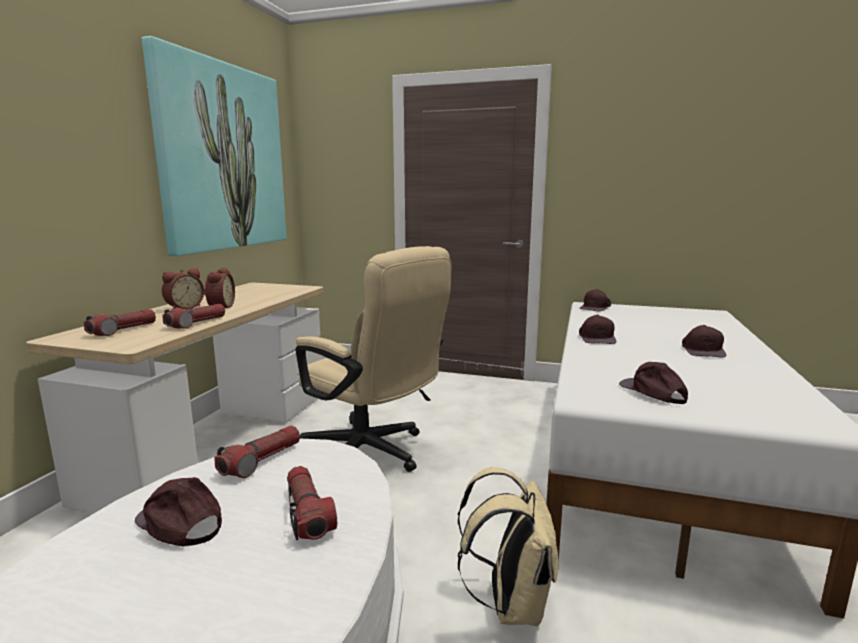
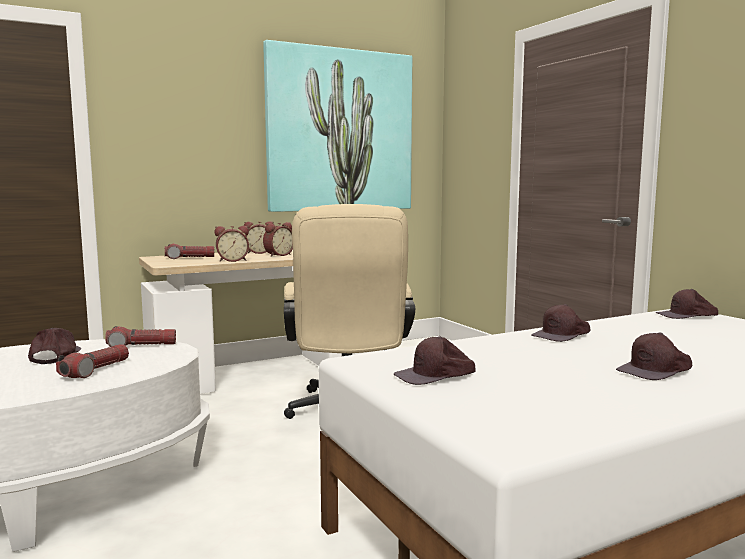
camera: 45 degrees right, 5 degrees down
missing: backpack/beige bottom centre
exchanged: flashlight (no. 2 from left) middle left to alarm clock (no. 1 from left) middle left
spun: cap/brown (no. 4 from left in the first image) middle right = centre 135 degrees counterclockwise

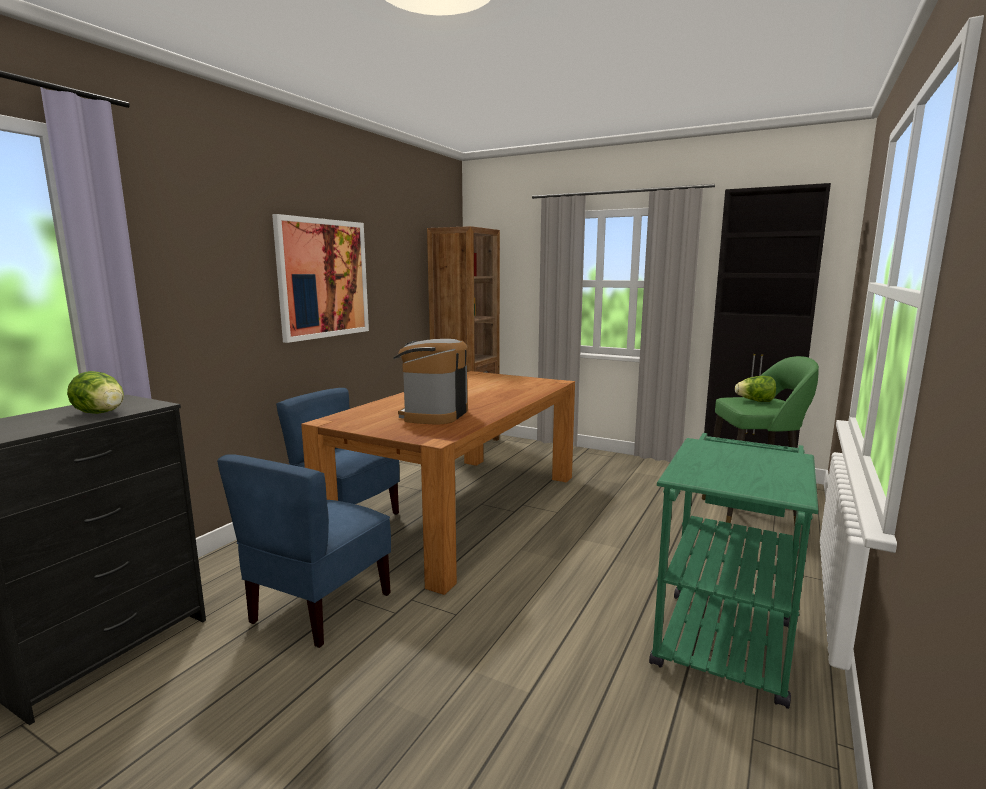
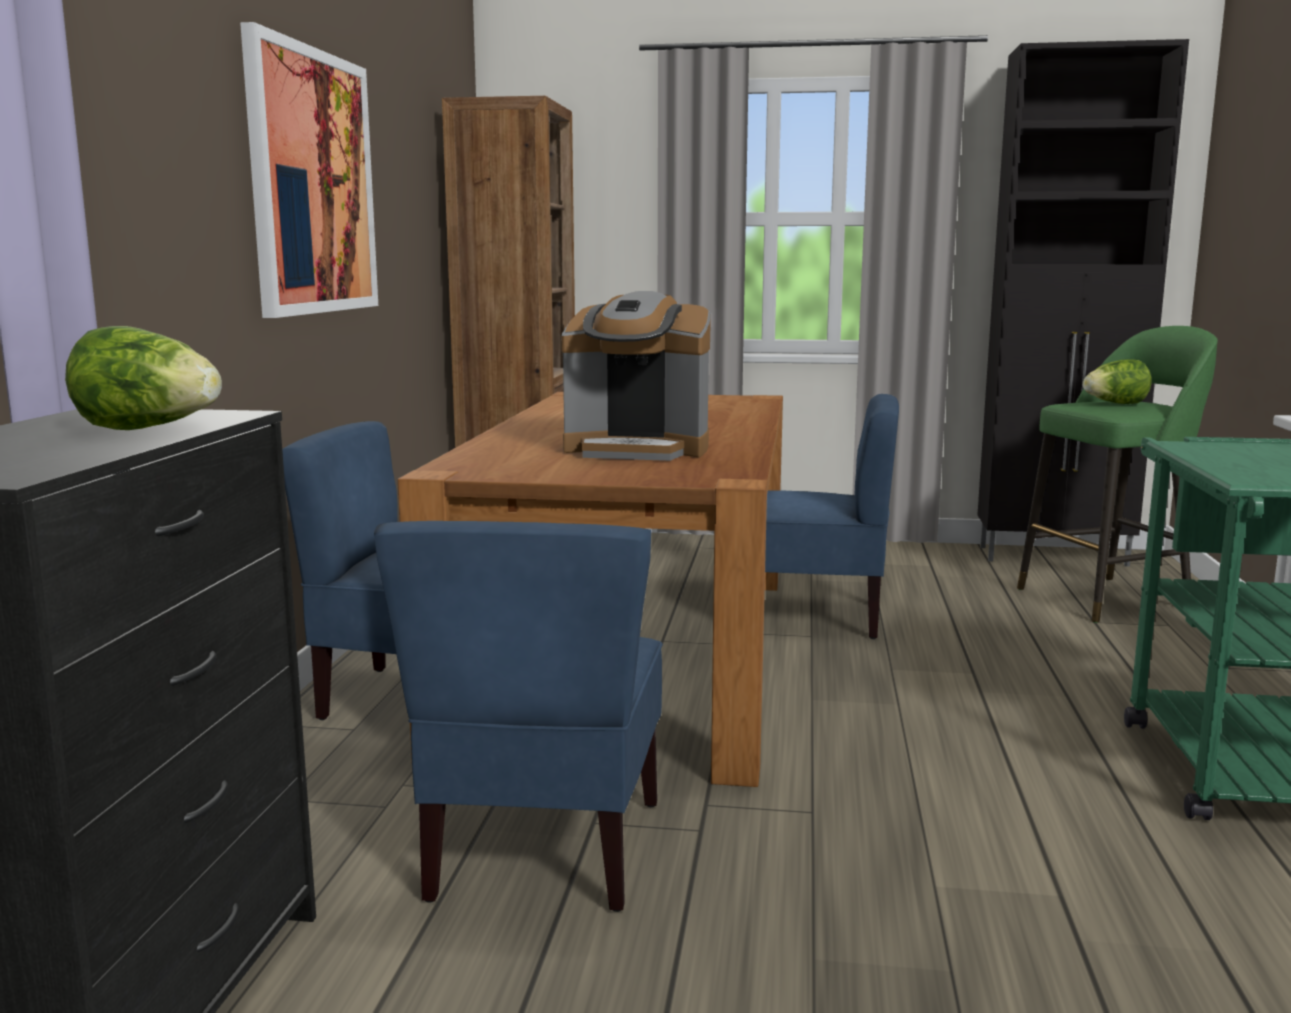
camera: 20 degrees left, 0 degrees up
appeared: chair/blue (no. 3 from left) centre
spun: coffee machine centre = centre 75 degrees counterclockwise

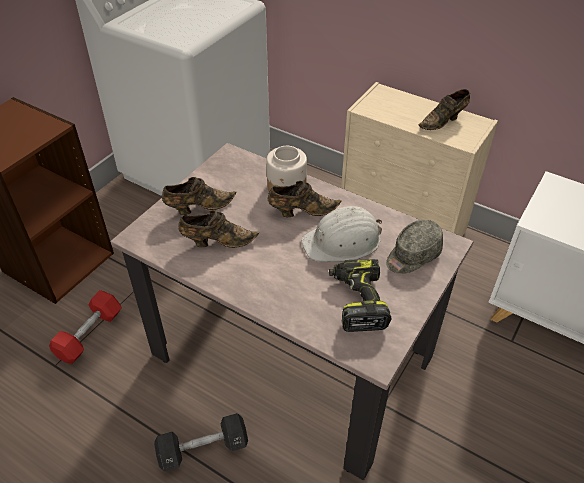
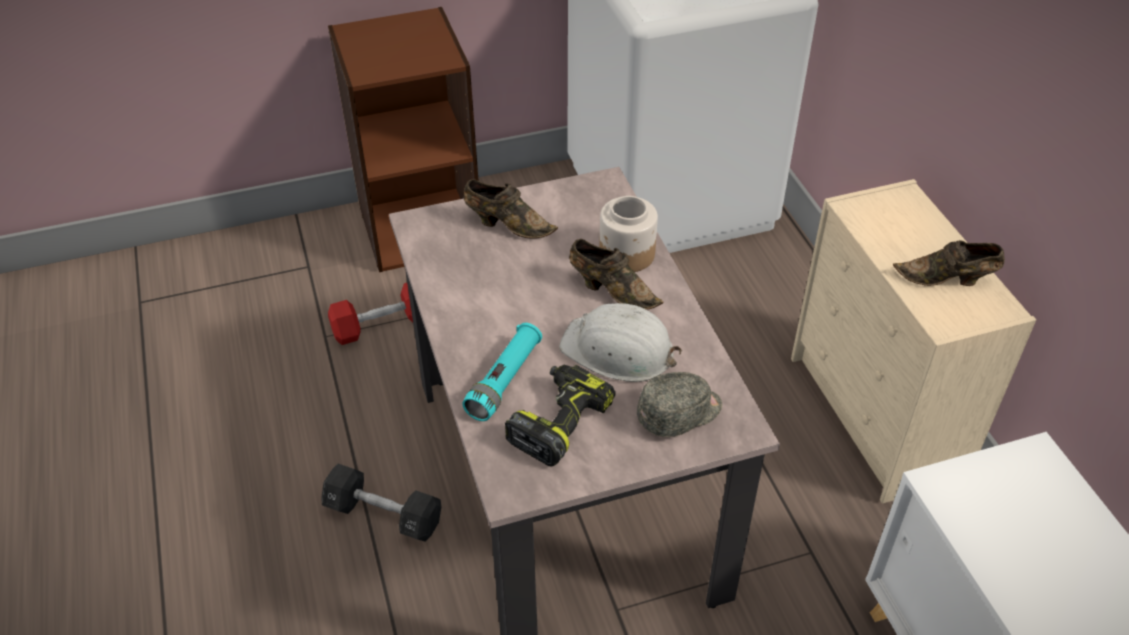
camera: 40 degrees right, 0 degrees up
missing: shoe/brown (no. 2 from left) centre
appeared: flashlight/turquoise centre
spun: cap/grey middle right = centre 150 degrees clockwise

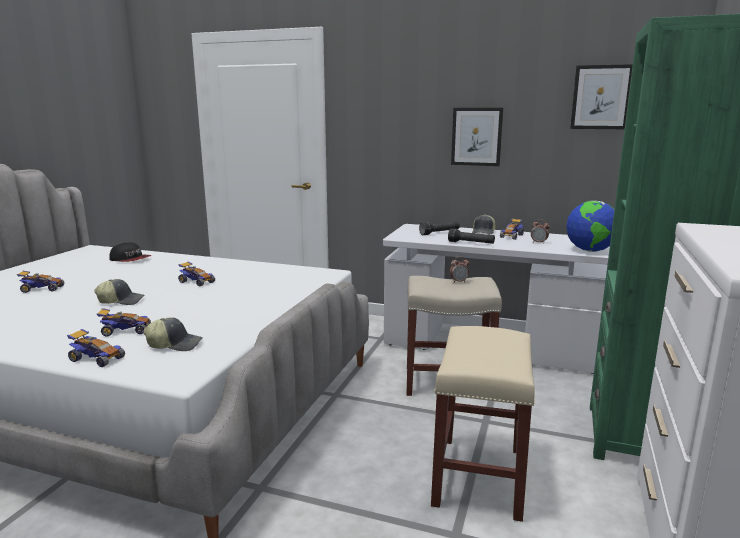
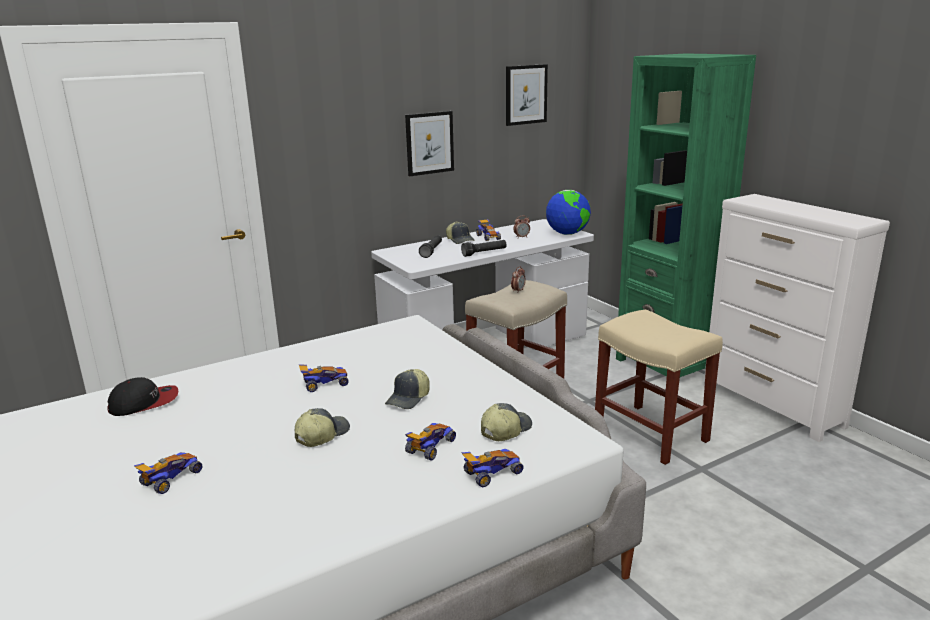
camera: 50 degrees left, 5 degrees up
appeared: cap (no. 3 from left) centre

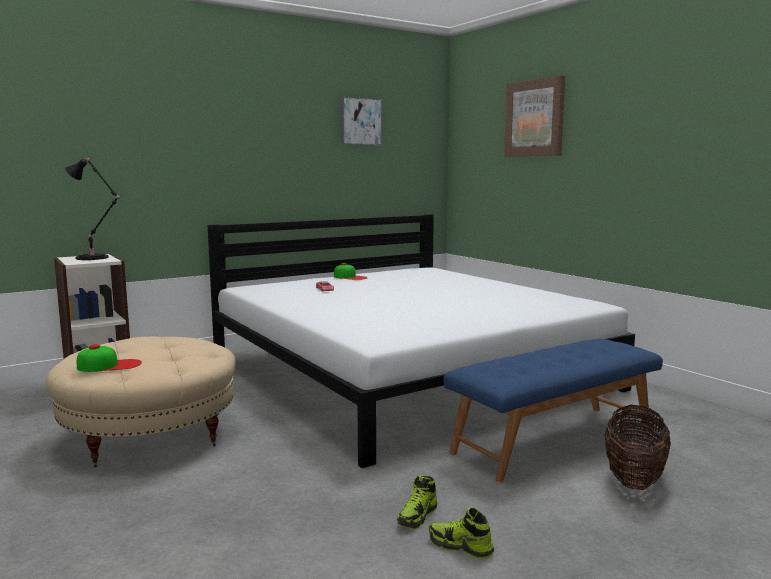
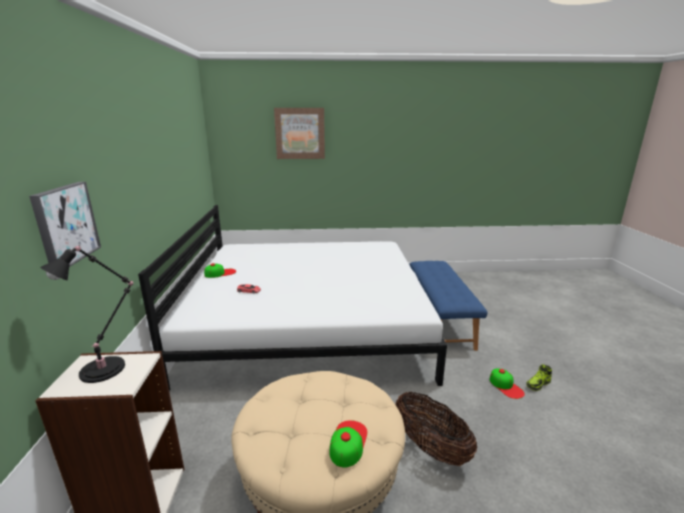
camera: 60 degrees left, 10 degrees up
relocated: picture (no. 1 from left) top centre to middle left; basket bottom right to bottom centre
exchanged: shoe (no. 1 from left) bottom centre to cap (no. 3 from left) bottom right

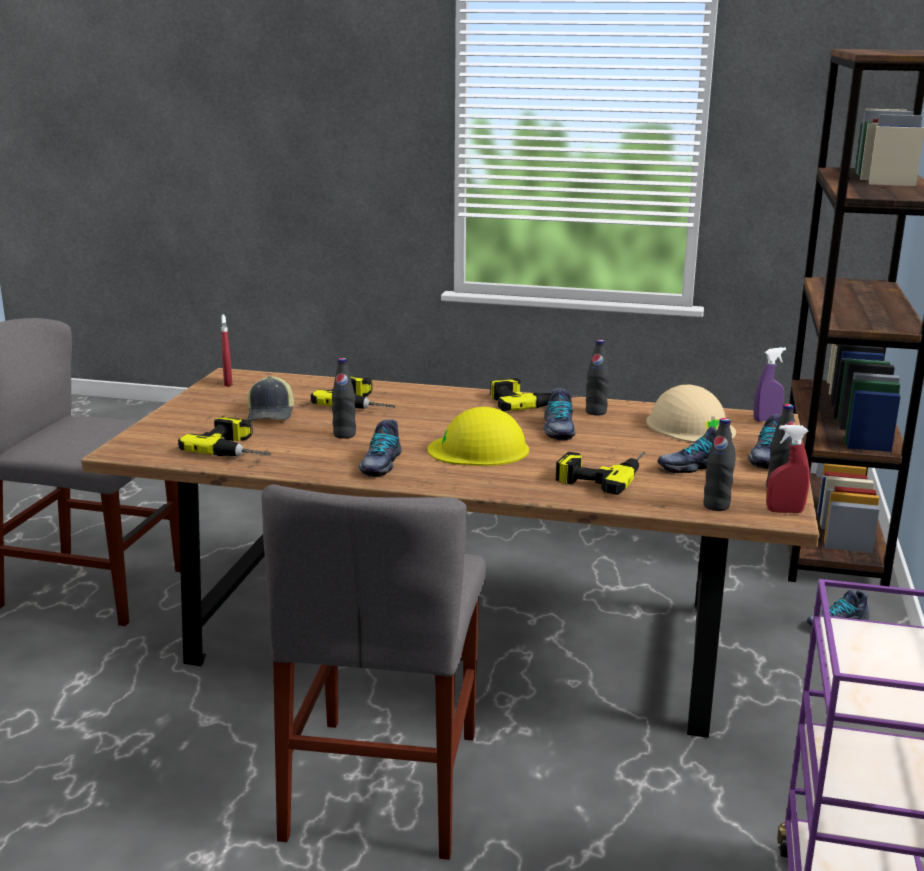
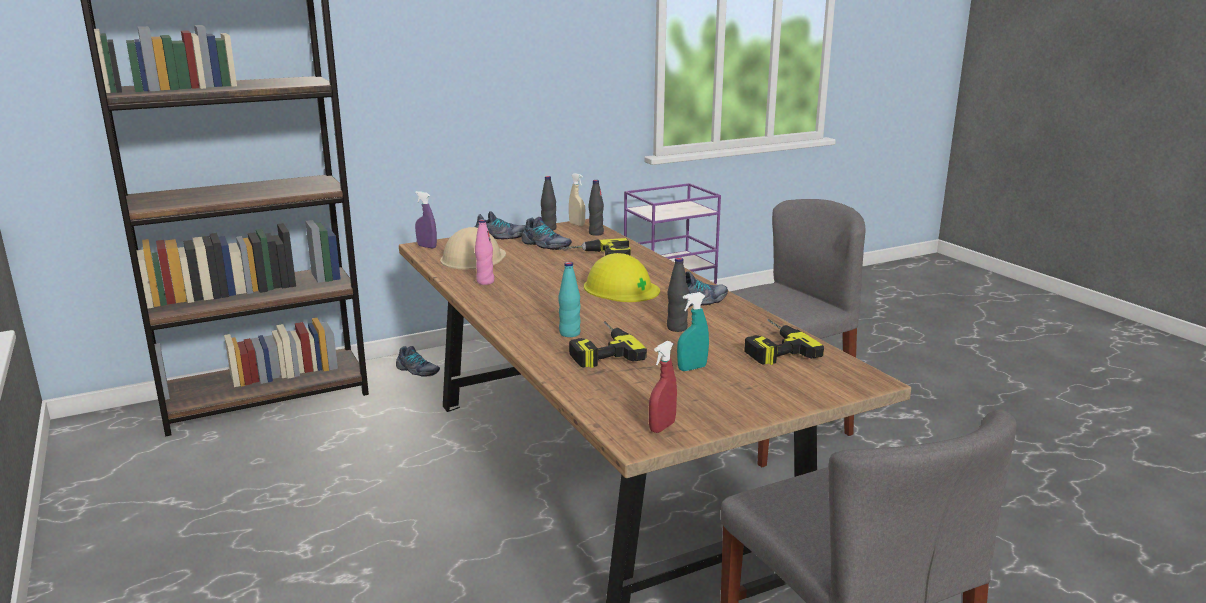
camera: 130 degrees left, 0 degrees up
missing: power drill (no. 3 from left) centre; shoe (no. 2 from left) centre
appeared: bottle/turquoise centre
exchanged: cap middle left to spray bottle/turquoise centre
colour: bottle/black (no. 2 from left) centre to bottle/pink centre; spray bottle/red (no. 2 from left) middle right to spray bottle/beige top centre

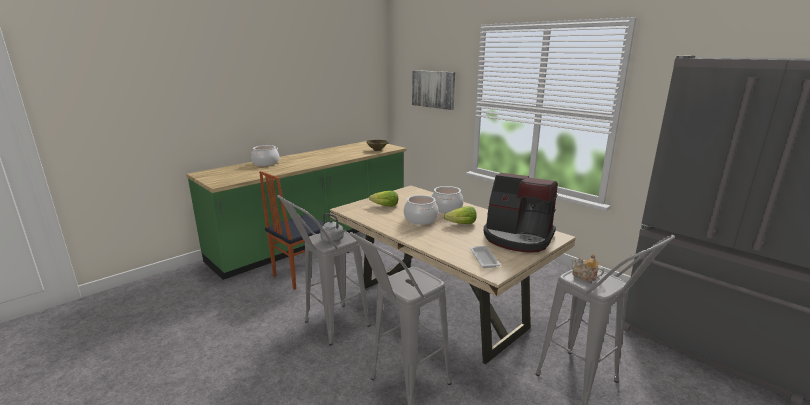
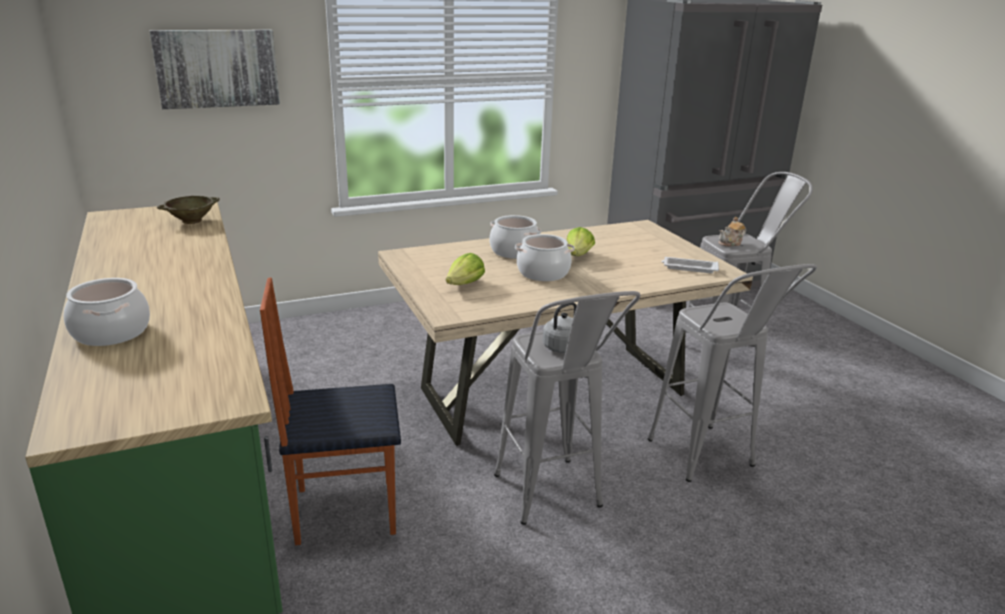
camera: 70 degrees left, 5 degrees up
missing: coffee machine centre
spun: chair centre = bottom left 105 degrees clockwise

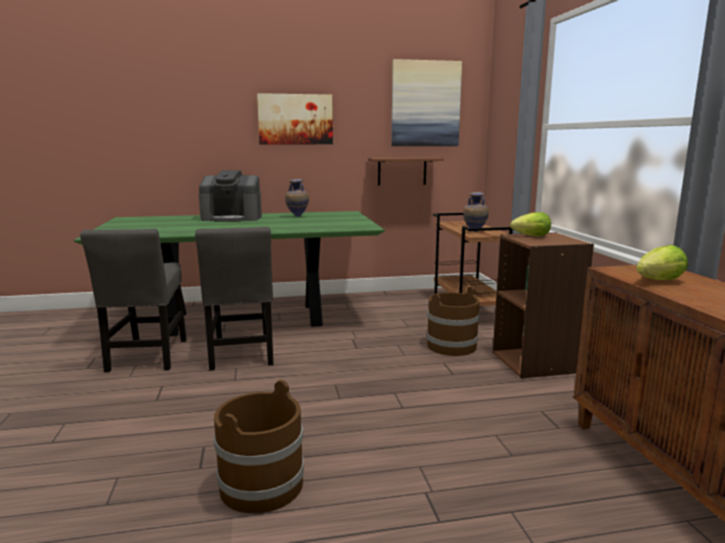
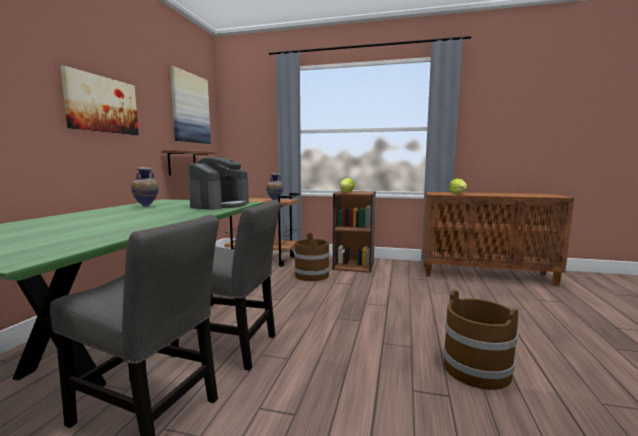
camera: 65 degrees left, 5 degrees down
relocated: coffee machine middle left to centre

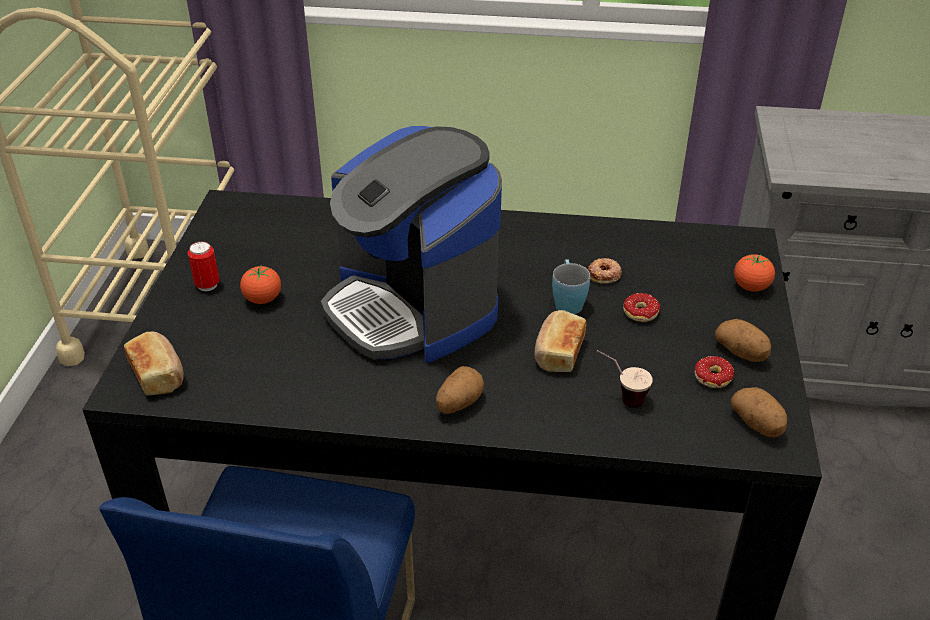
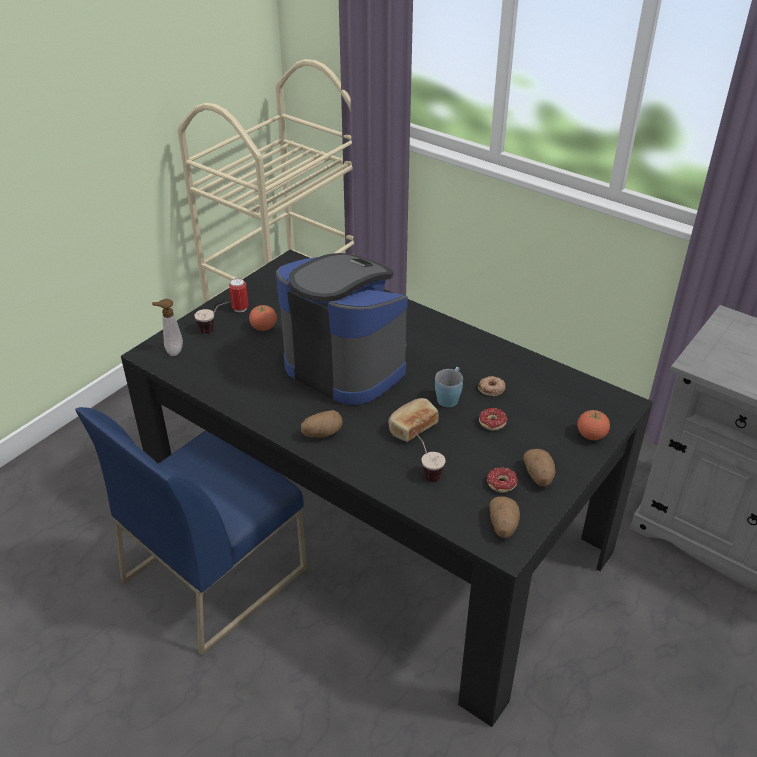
camera: 30 degrees right, 0 degrees up
appeared: cup (no. 1 from left) middle left
exchanged: bread (no. 1 from left) middle left to soap dispenser middle left
spun: coffee machine centre = centre 135 degrees clockwise

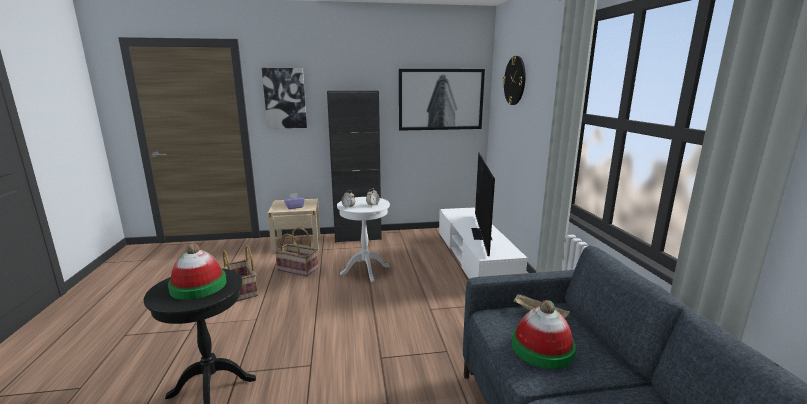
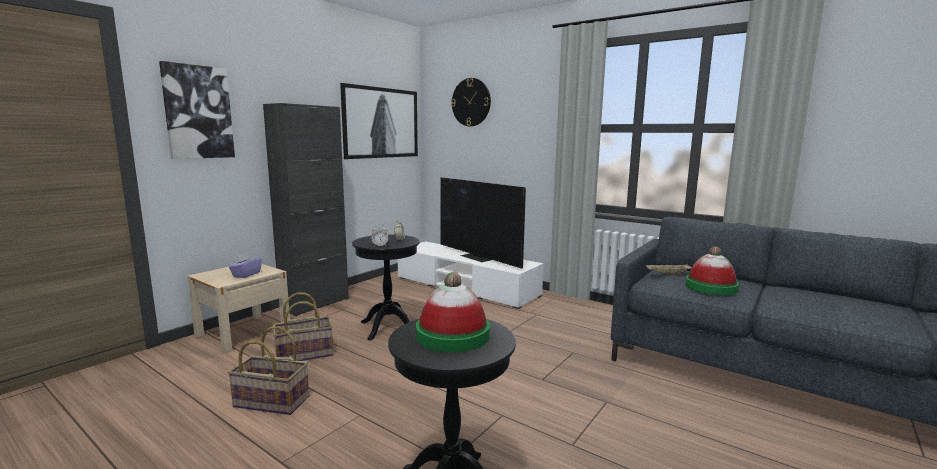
camera: 45 degrees left, 5 degrees down
colour: side table/white centre to side table/black (no. 1 from left) centre

